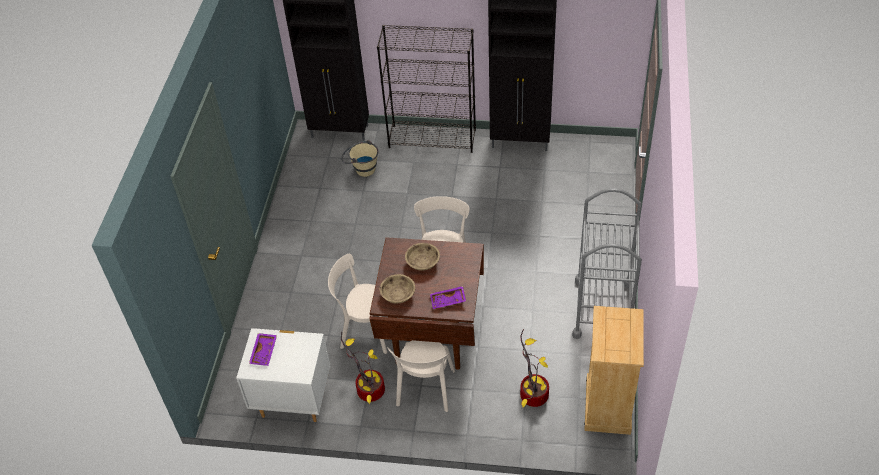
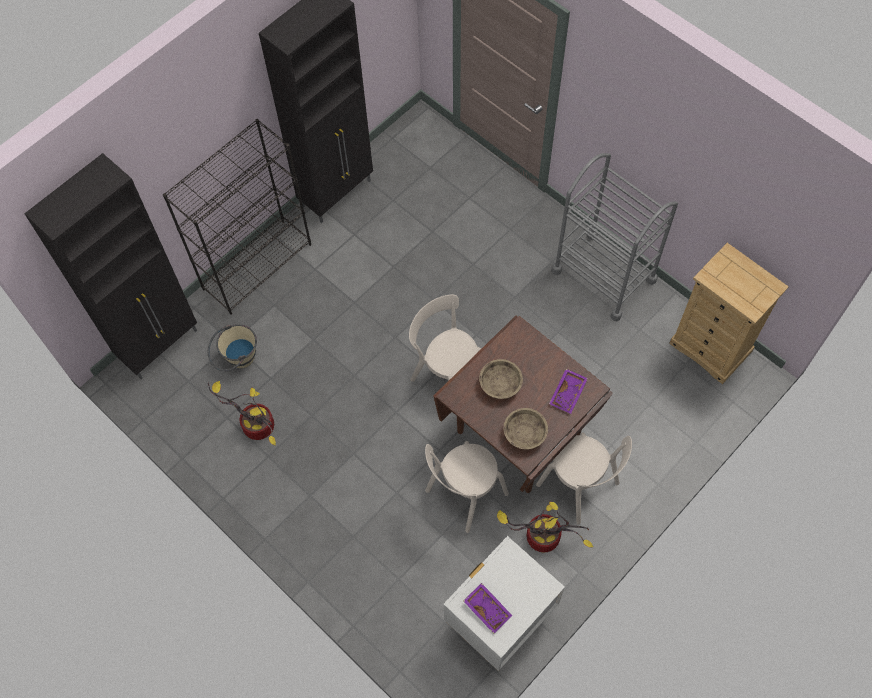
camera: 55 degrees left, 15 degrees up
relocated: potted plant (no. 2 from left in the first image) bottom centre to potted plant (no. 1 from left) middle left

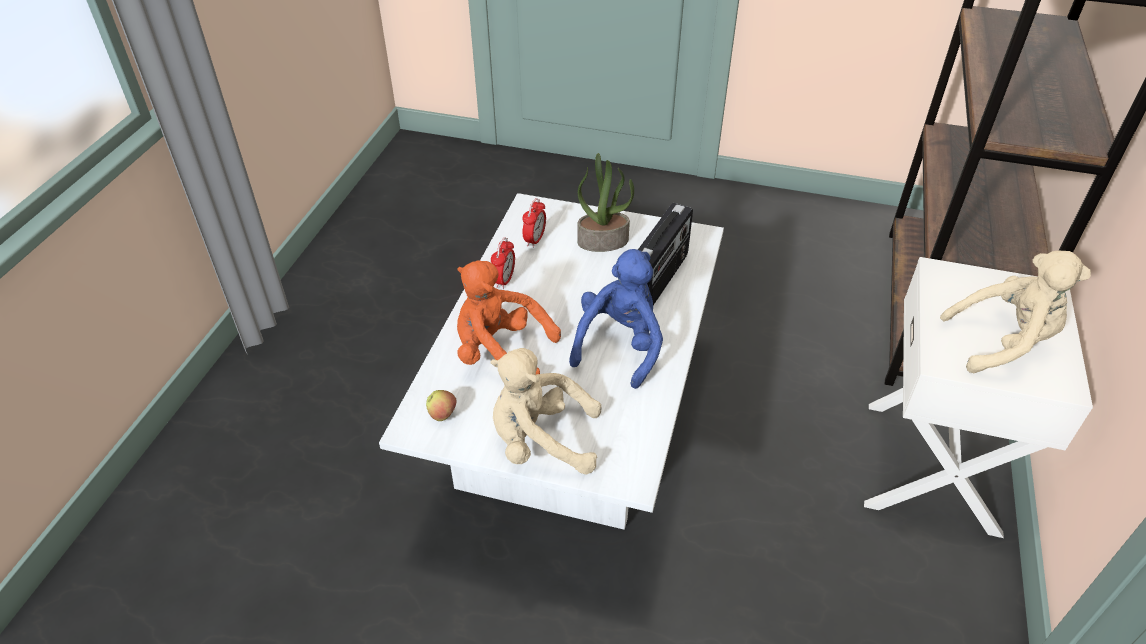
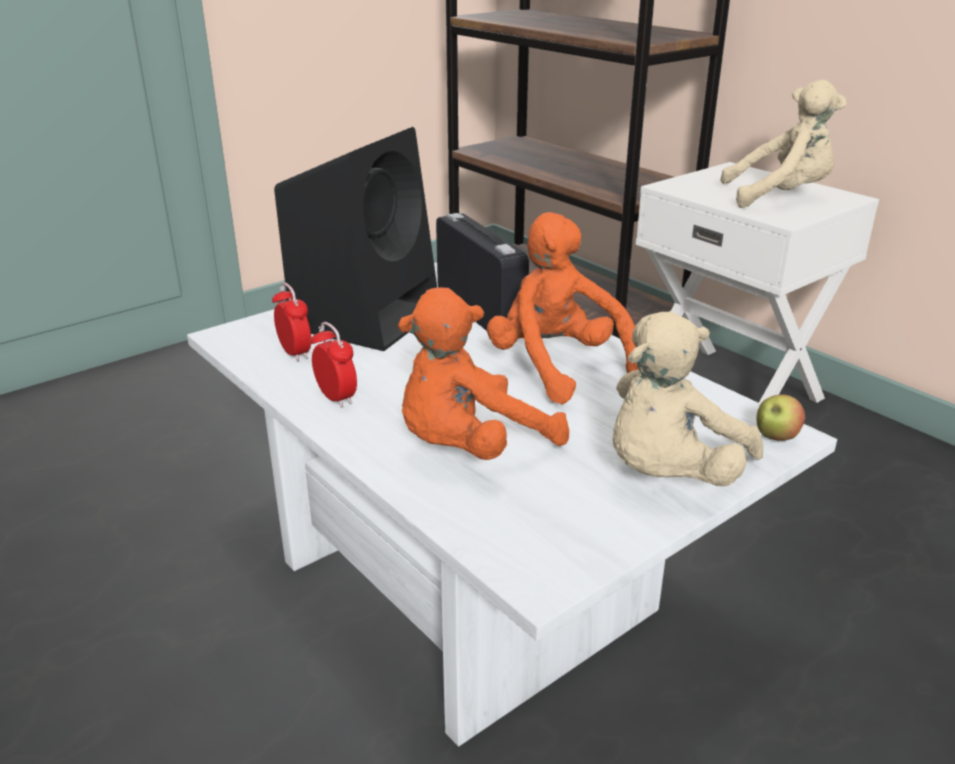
camera: 55 degrees left, 15 degrees down
relocated: apple centre to middle right
exchanged: potted plant top centre to speaker/black top centre
colour: plush toy/blue centre to plush toy/orange (no. 2 from left) centre
spun: plush toy/beige (no. 2 from left) middle right = top right 60 degrees clockwise

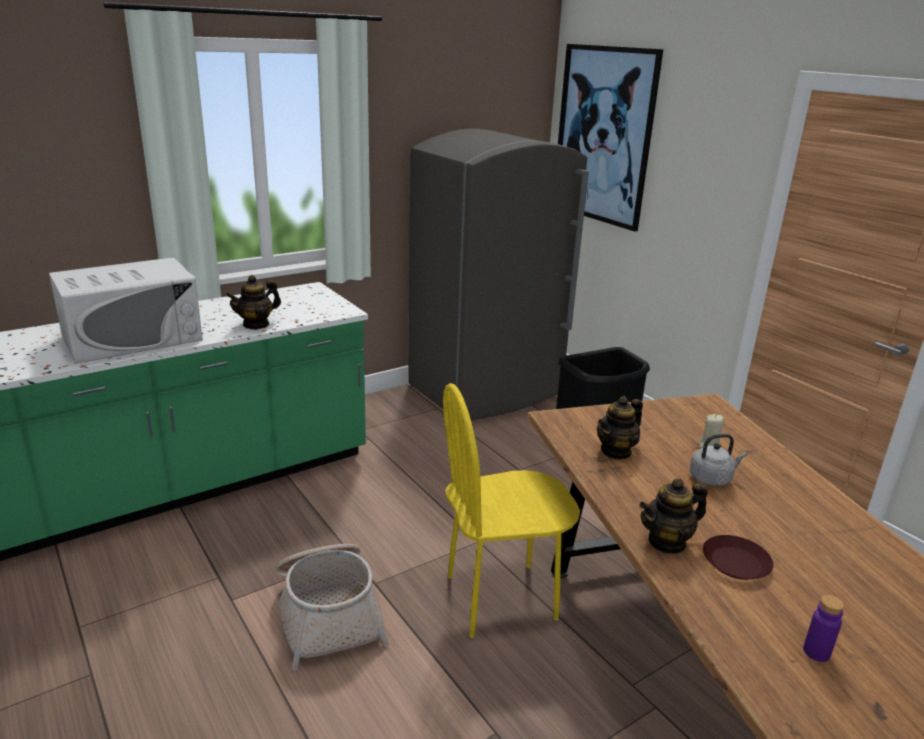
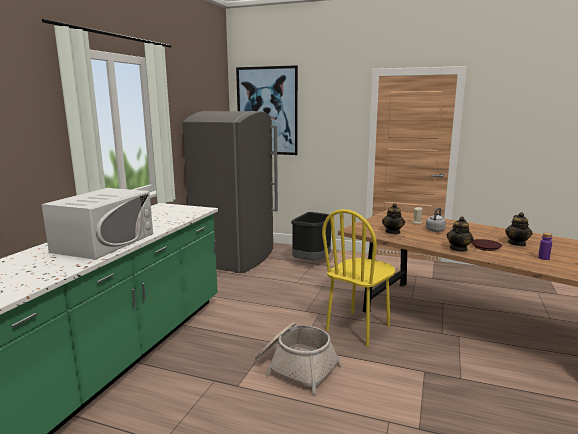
camera: 35 degrees left, 10 degrees down
relocated: teapot (no. 1 from left in the first image) middle left to teapot (no. 3 from left) middle right

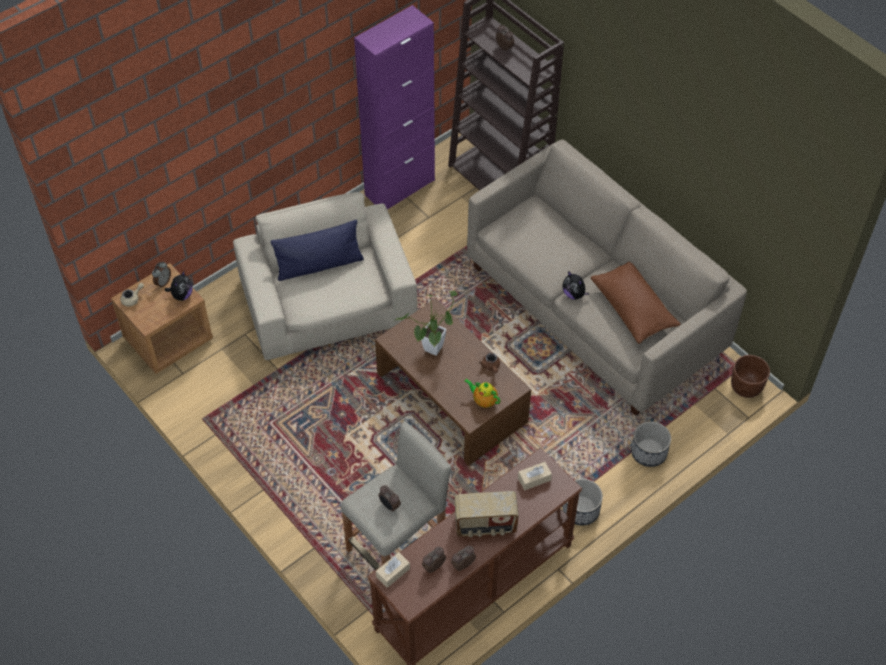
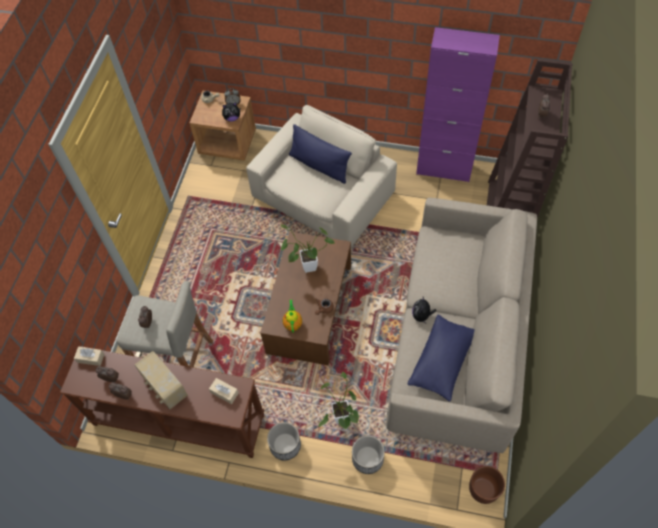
camera: 55 degrees right, 5 degrees up
appeared: potted plant (no. 2 from left) bottom centre
colour: pillow/brown middle right to pillow/blue (no. 2 from left) bottom right

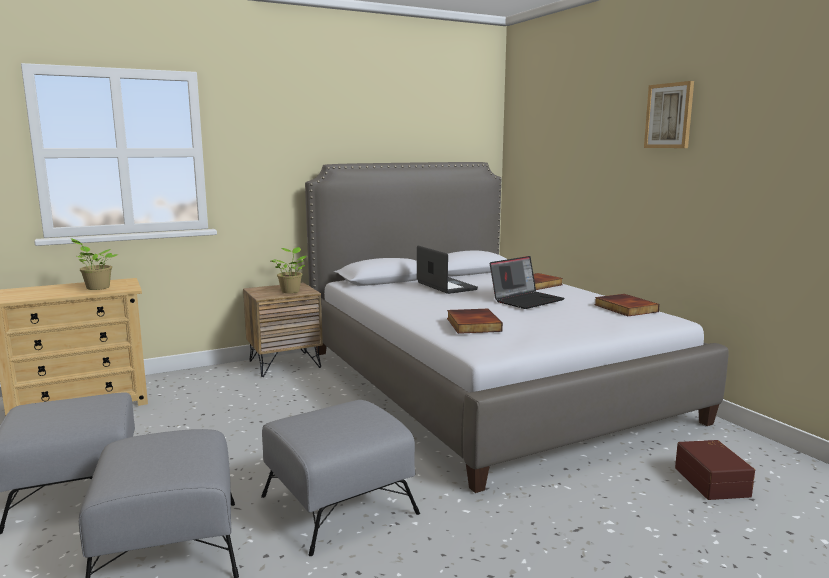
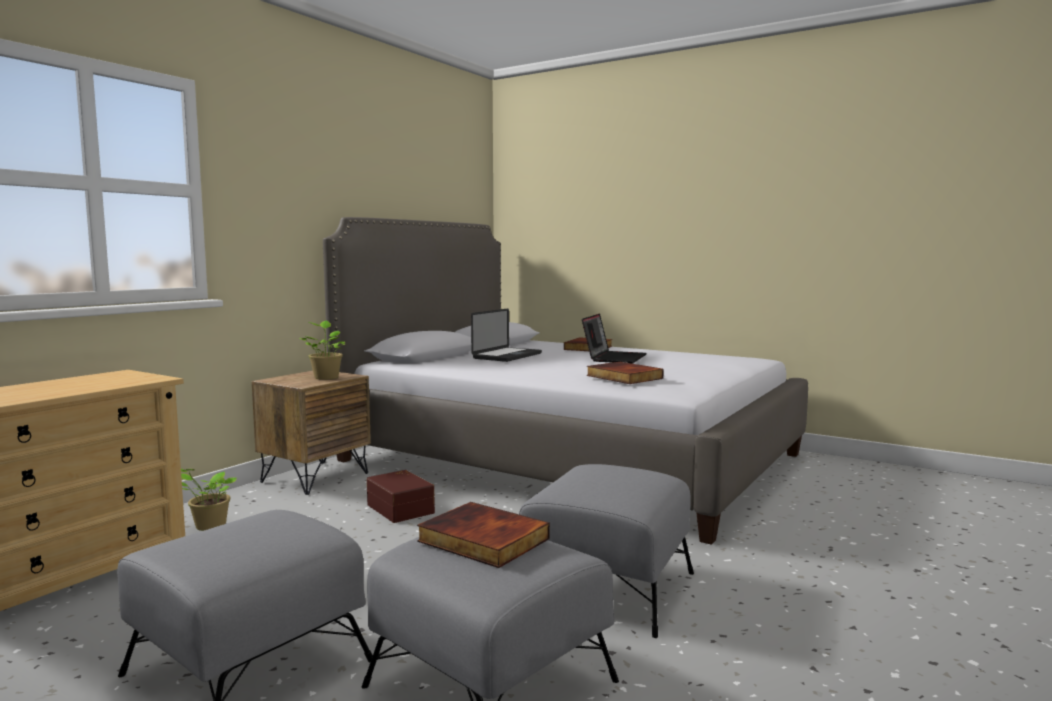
camera: 30 degrees left, 5 degrees down
missing: picture top right
relocated: potted plant (no. 1 from left) middle left to bottom left; book (no. 3 from left in the first image) middle right to book (no. 1 from left) bottom centre; storage box/brown bottom right to bottom centre
spun: laptop (no. 1 from left) centre = centre 90 degrees clockwise

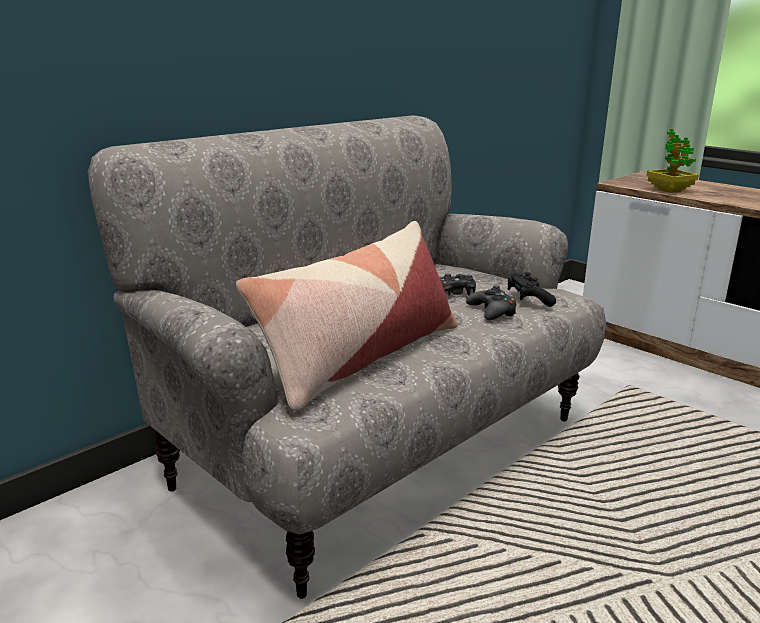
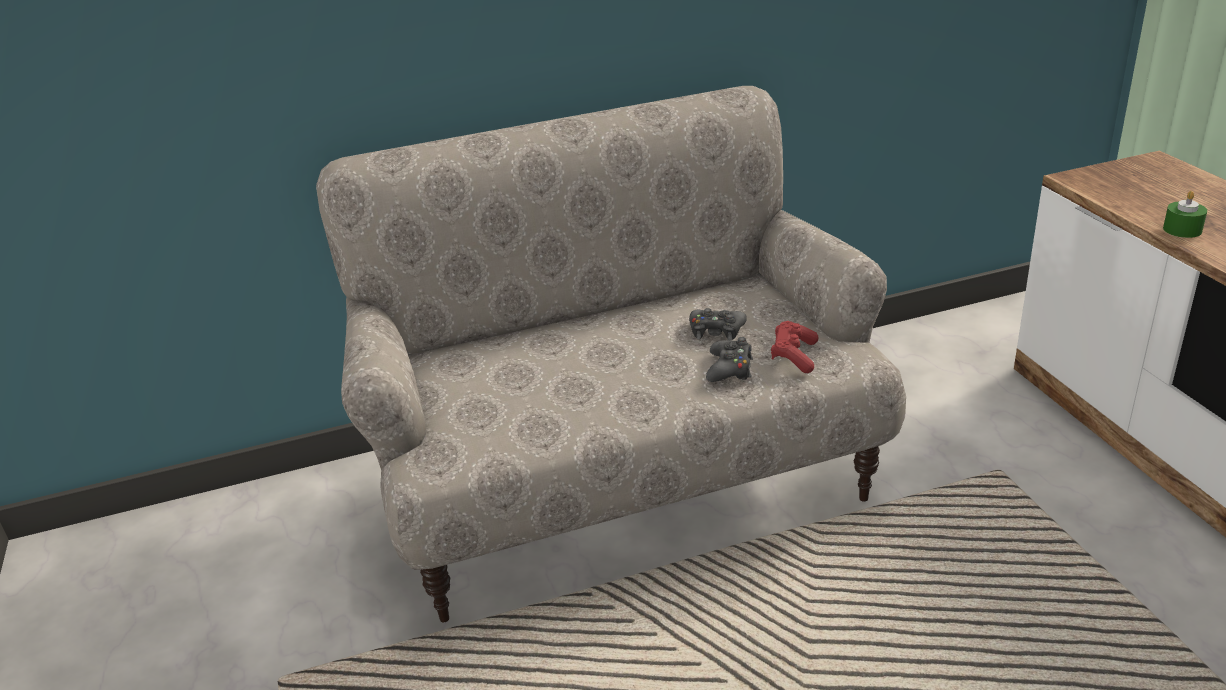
camera: 30 degrees right, 10 degrees up
missing: pillow centre; potted plant top right
appeared: candle/green top right
colour: game controller/black (no. 3 from left) middle right to game controller/red centre

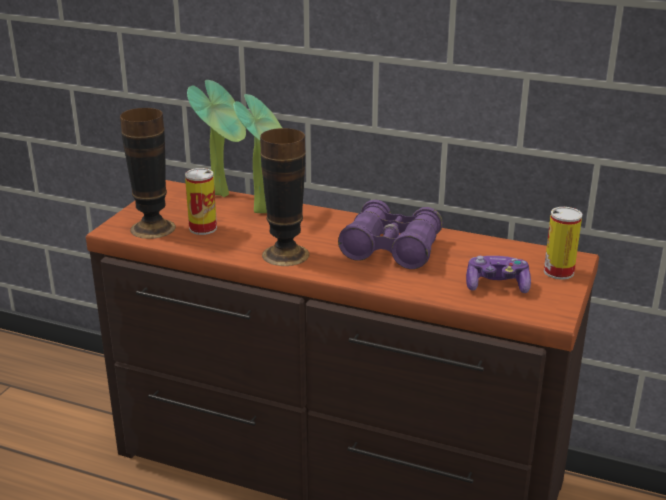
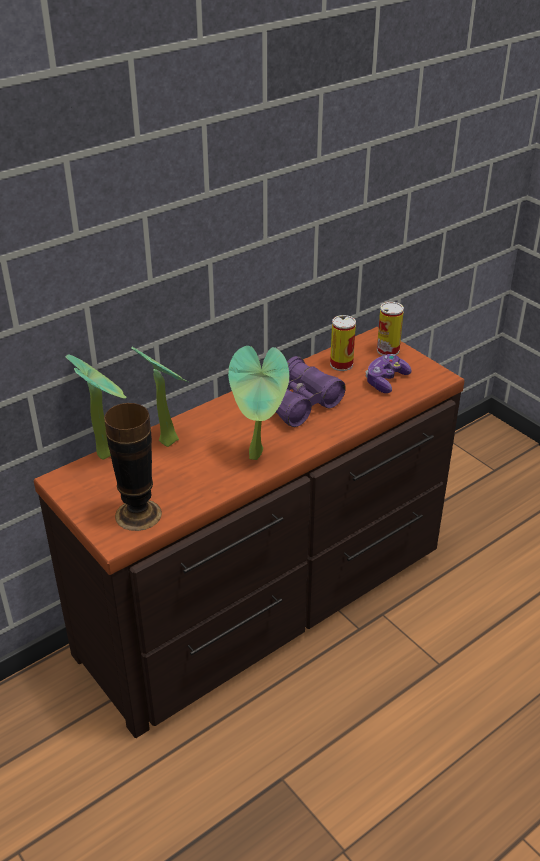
camera: 60 degrees left, 10 degrees up
relocated: can (no. 1 from left) middle left to centre
exchanged: vase (no. 2 from left) centre to potted plant (no. 3 from left) centre

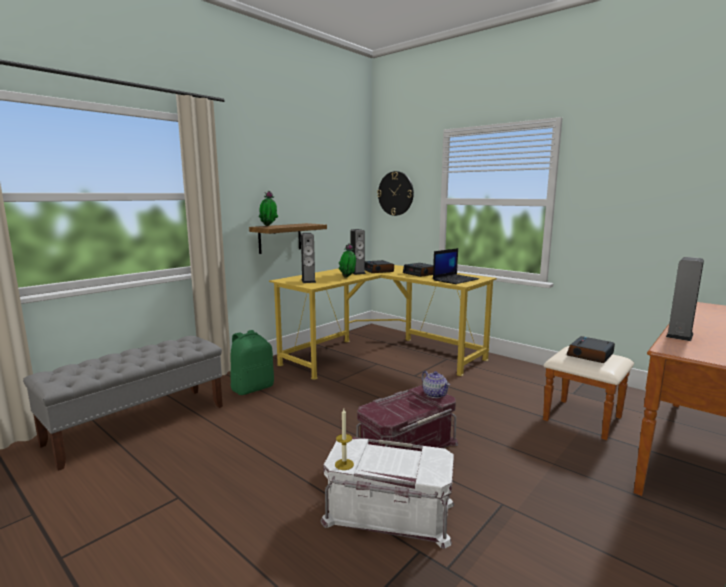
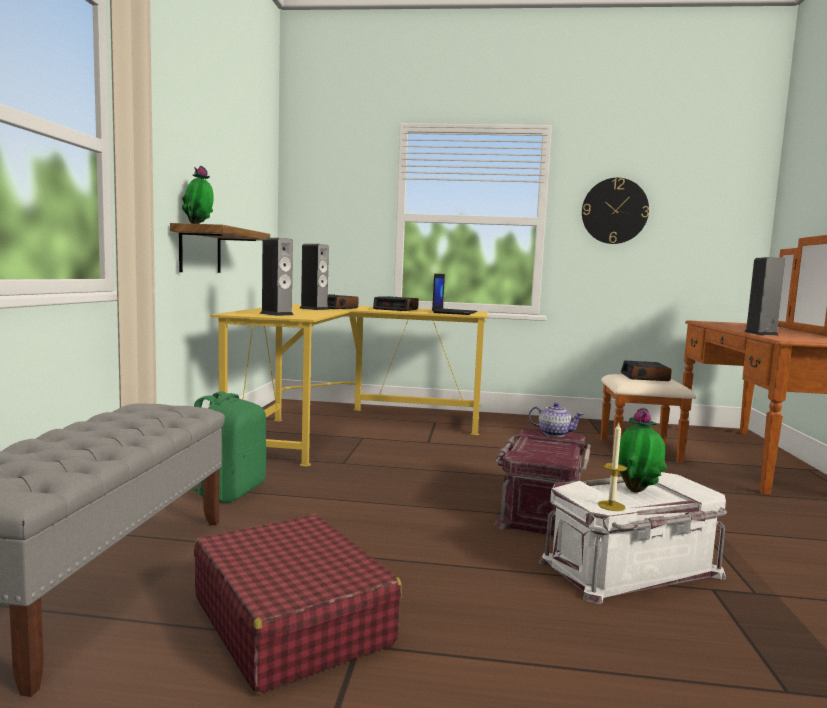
camera: 35 degrees left, 5 degrees down
appeared: suitcase/red bottom centre
relocated: potted plant (no. 2 from left) centre to middle right; wall clock top centre to top right

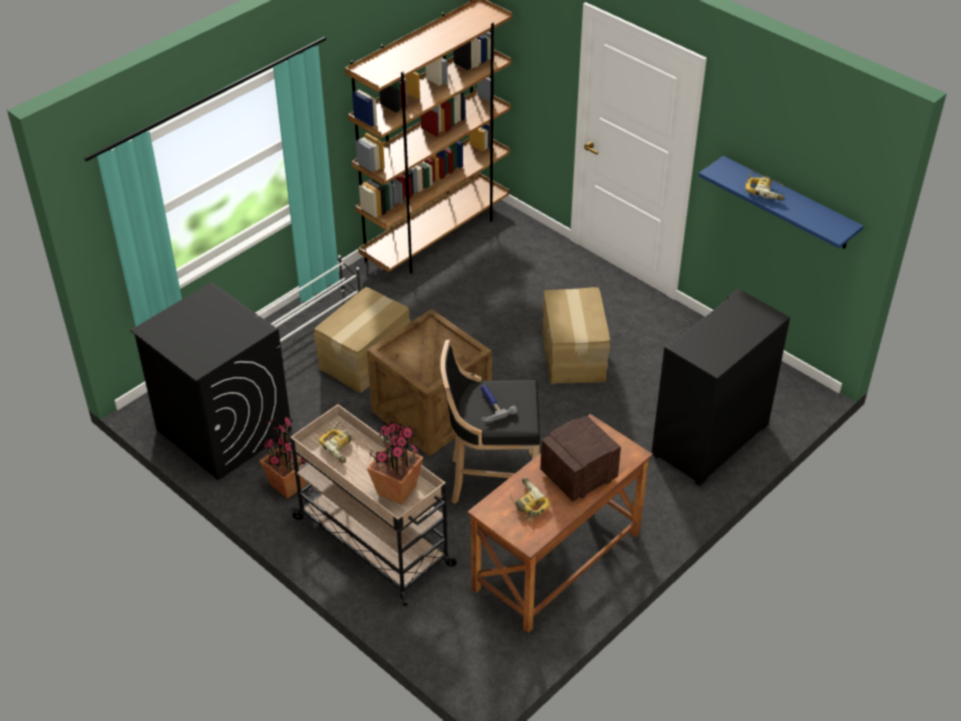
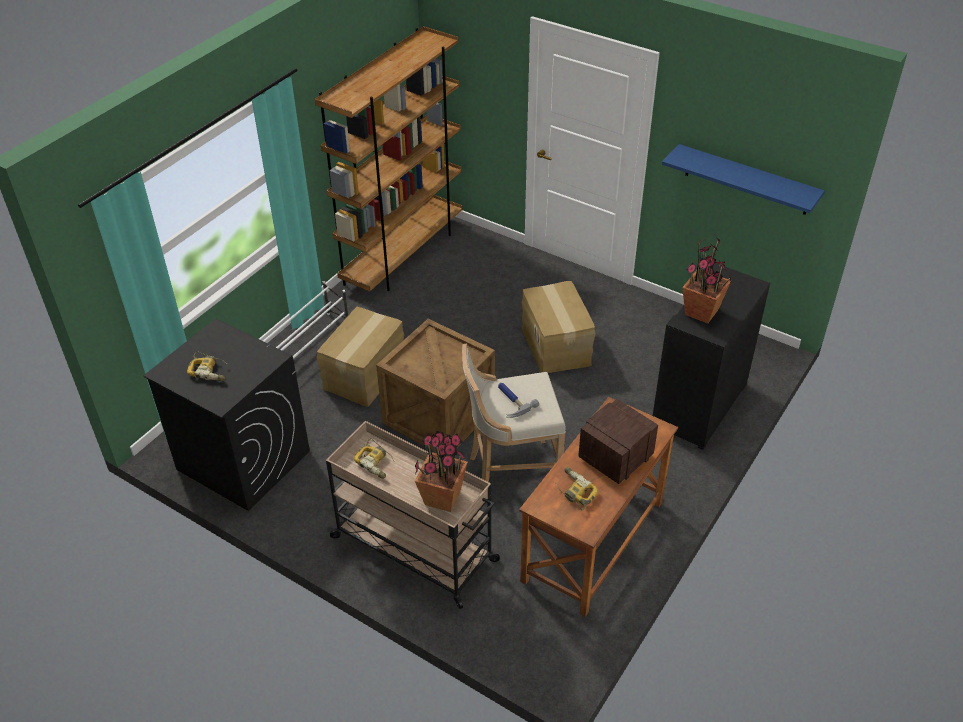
camera: 10 degrees left, 0 degrees up
relocated: potted plant (no. 1 from left in the first image) middle left to potted plant (no. 2 from left) middle right; power drill (no. 3 from left in the first image) top right to power drill (no. 1 from left) middle left
colour: stool/black centre to stool/beige centre

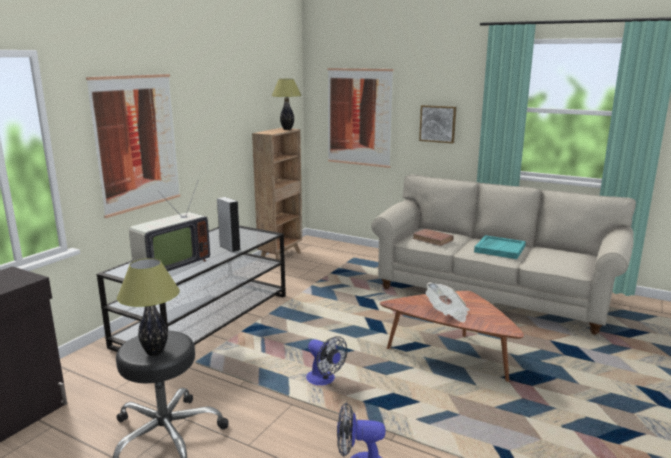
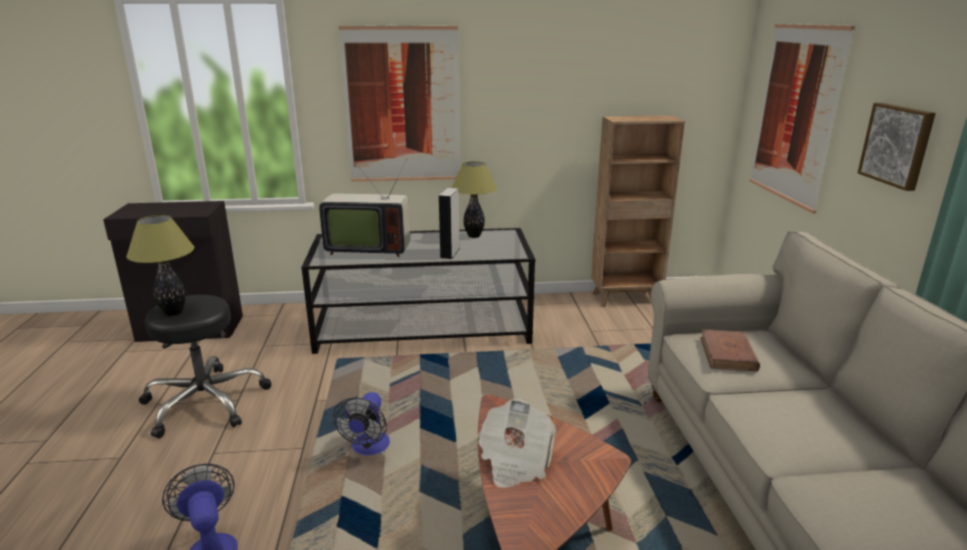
camera: 55 degrees right, 5 degrees up
missing: tray/turquoise middle right
relocated: table lamp (no. 2 from left) top centre to centre

